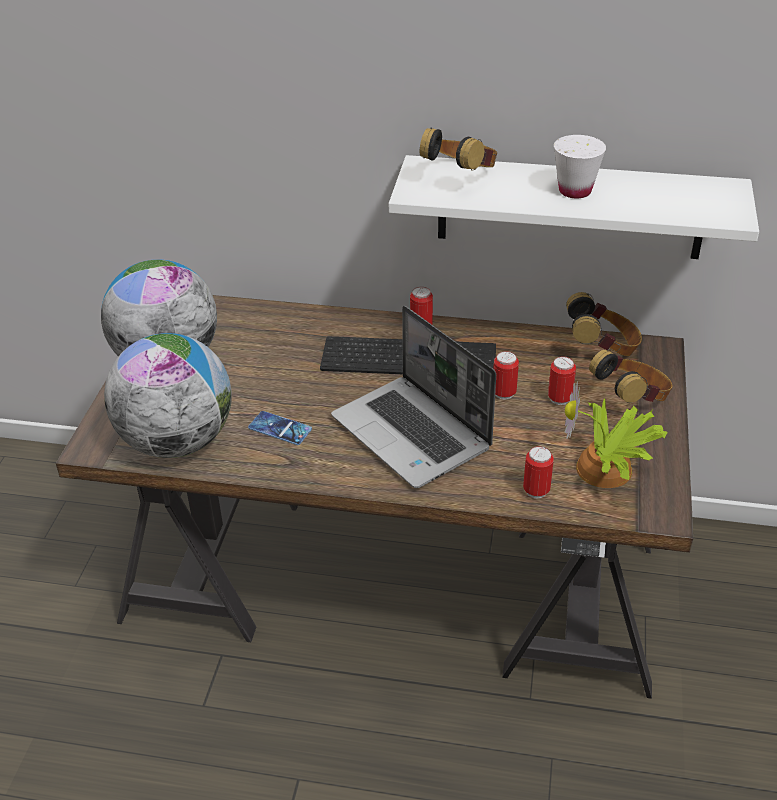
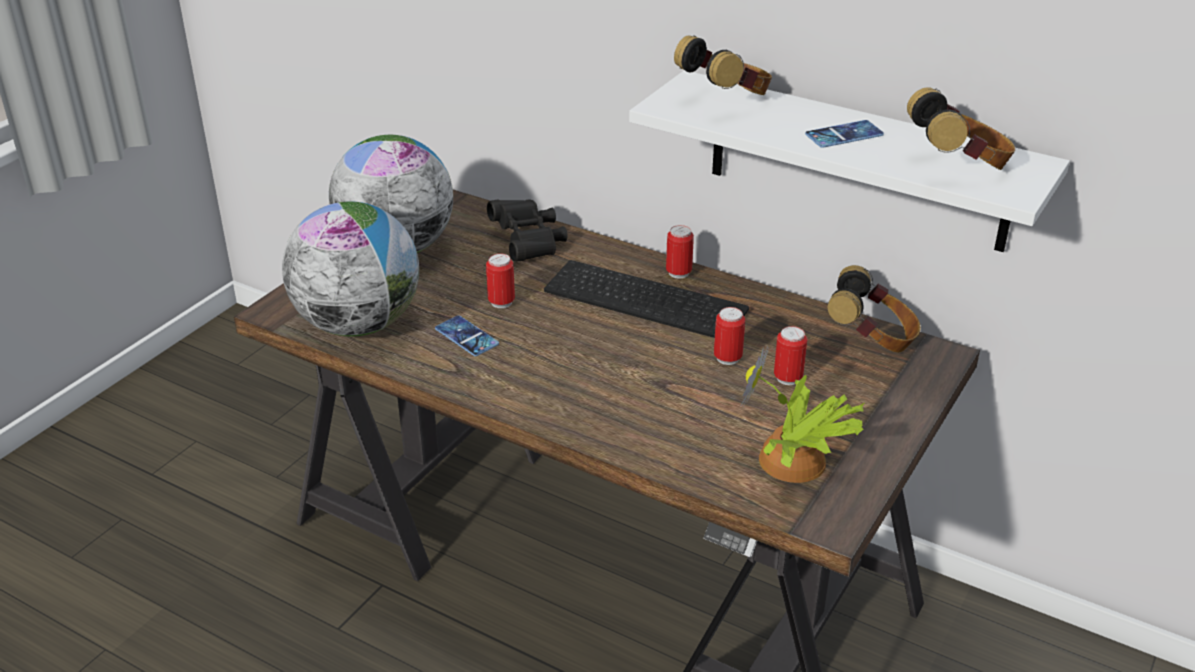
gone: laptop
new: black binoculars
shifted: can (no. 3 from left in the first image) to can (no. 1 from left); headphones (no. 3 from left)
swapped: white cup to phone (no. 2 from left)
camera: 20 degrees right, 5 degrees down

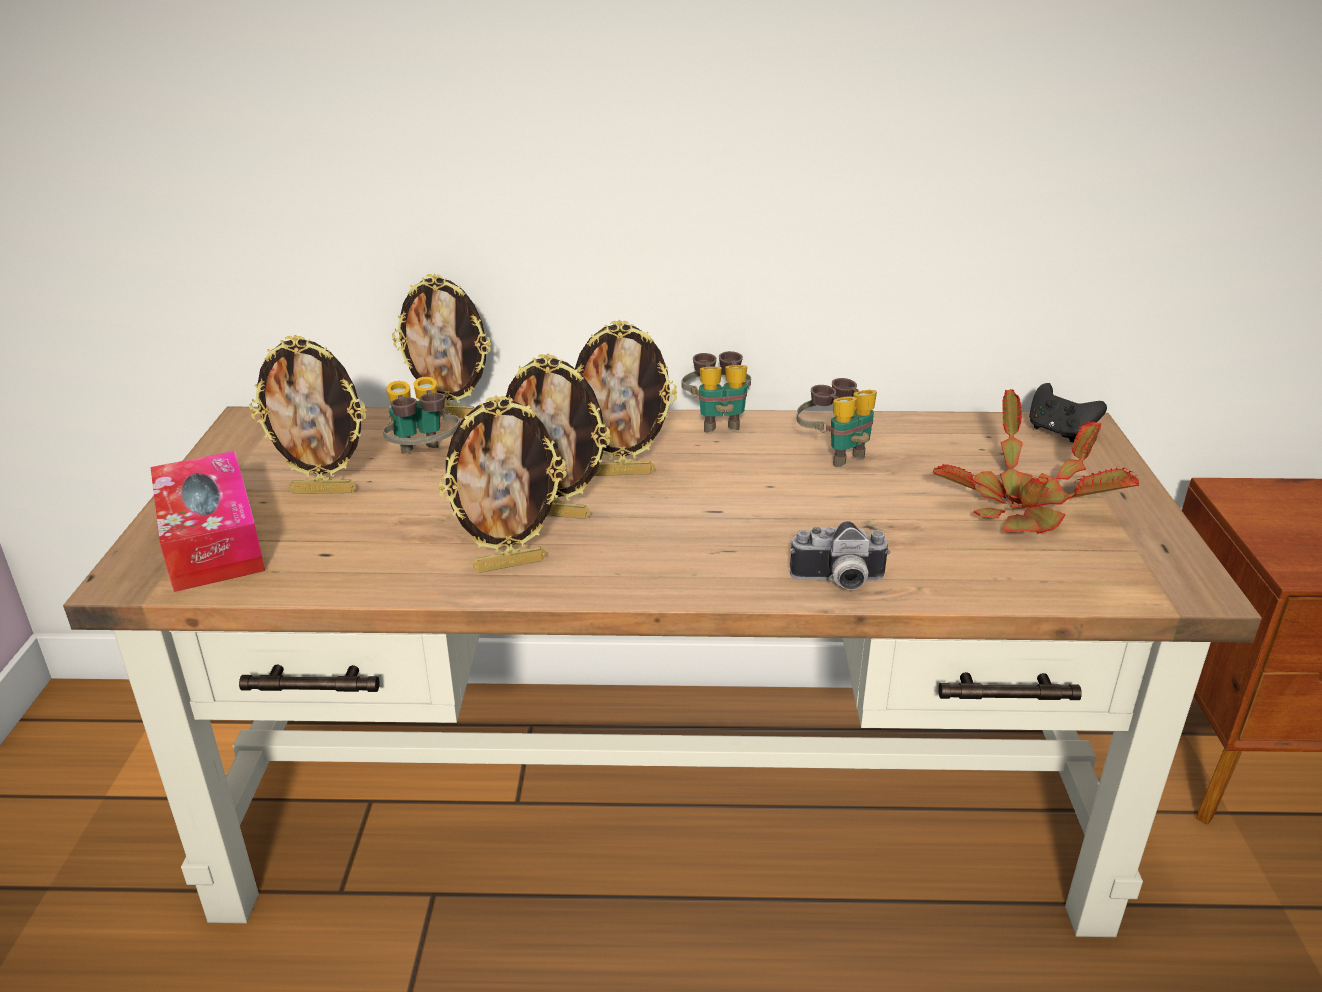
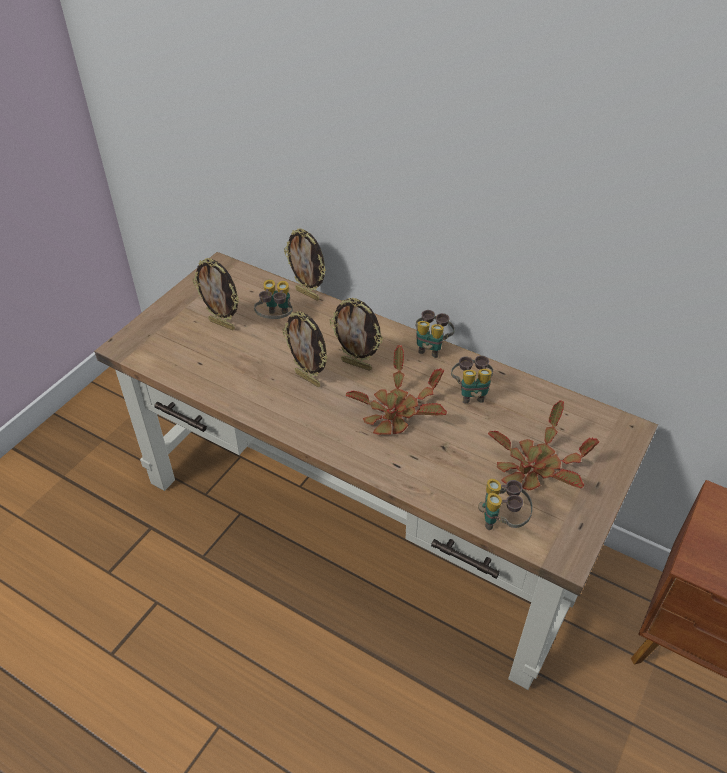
gone: tissue box; picture frame (no. 3 from left); photo camera; black game controller
new: potted plant (no. 1 from left); binoculars (no. 4 from left)
camera: 30 degrees right, 15 degrees up

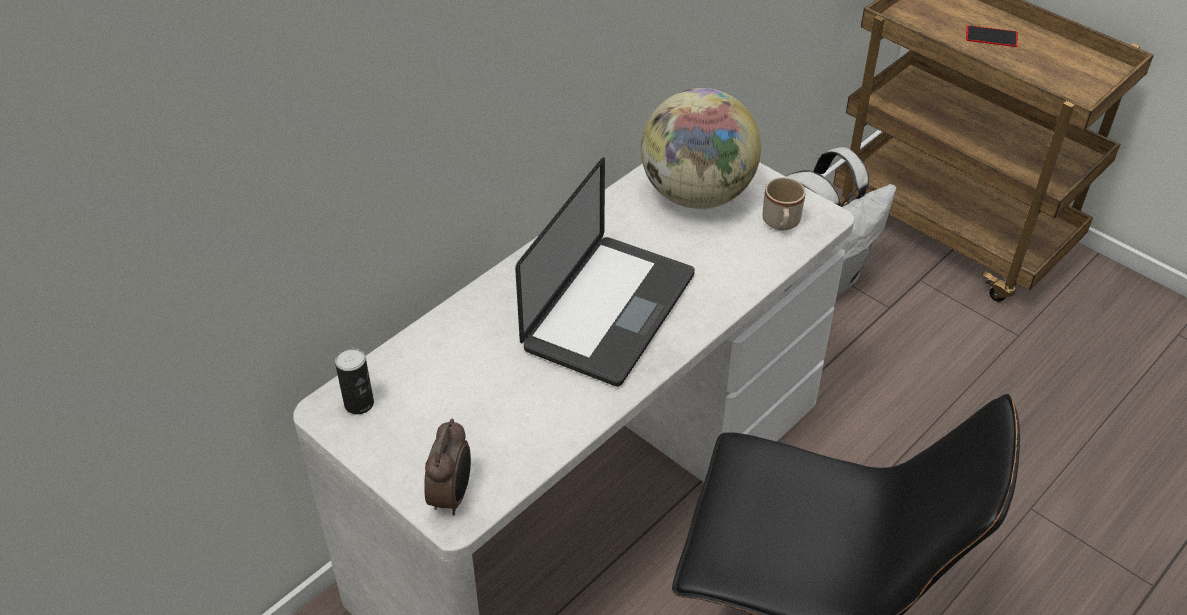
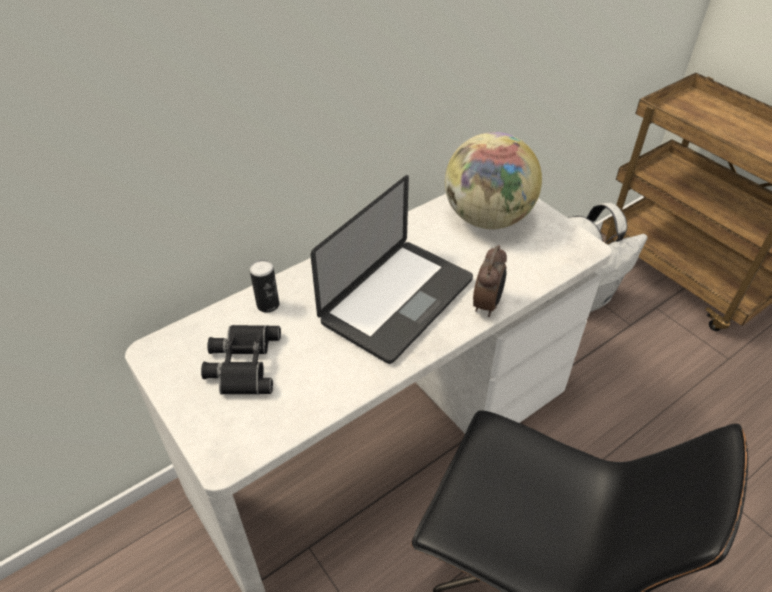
gone: beige mug; phone
new: black binoculars
shifted: can; alarm clock
camera: 10 degrees right, 0 degrees up

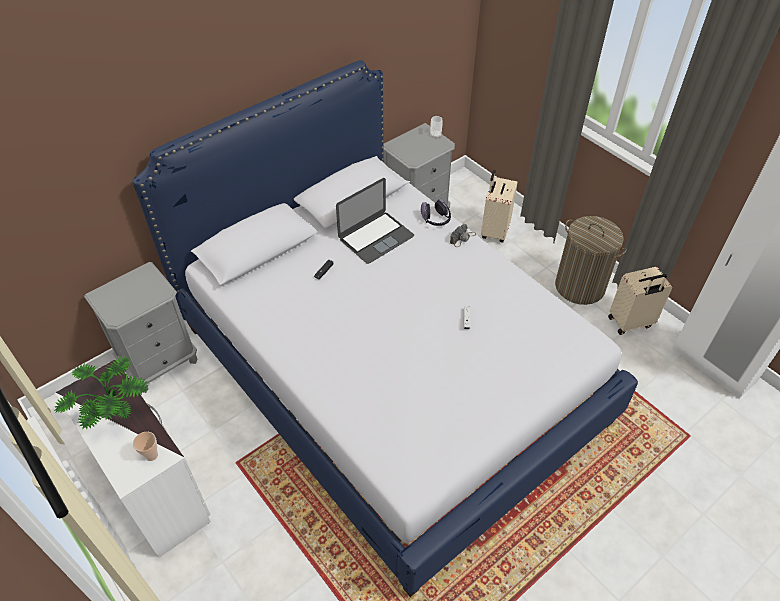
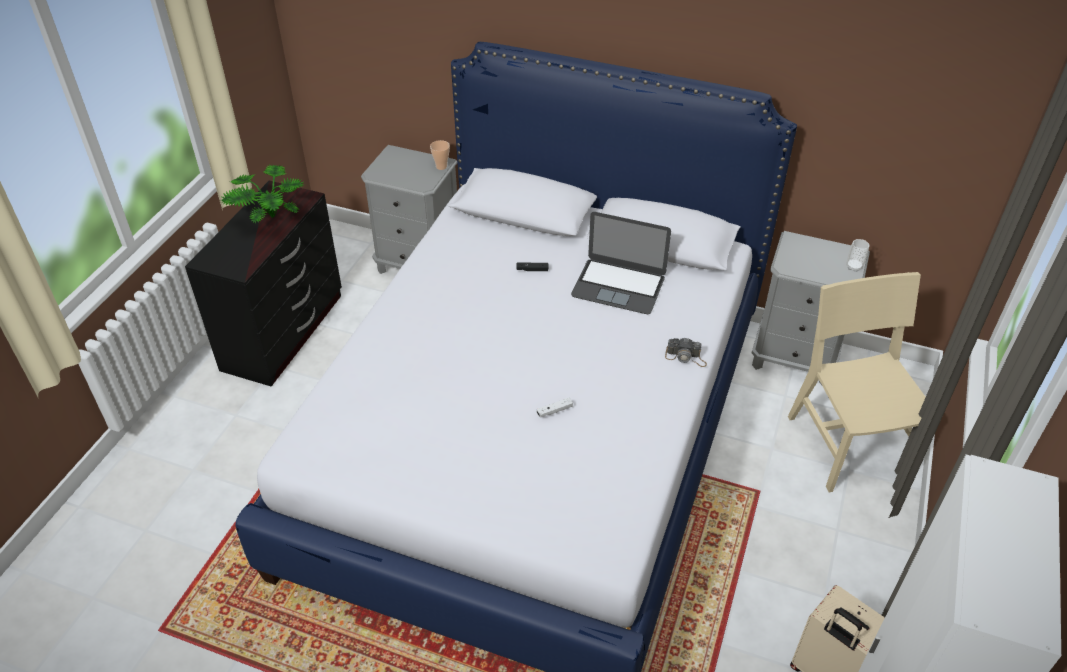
gone: headphones; laundry basket
shifted: cup (no. 1 from left)
swapped: beige suitcase (no. 1 from left) to beige chair
repainted: white dresser to black dresser
camera: 60 degrees right, 5 degrees down

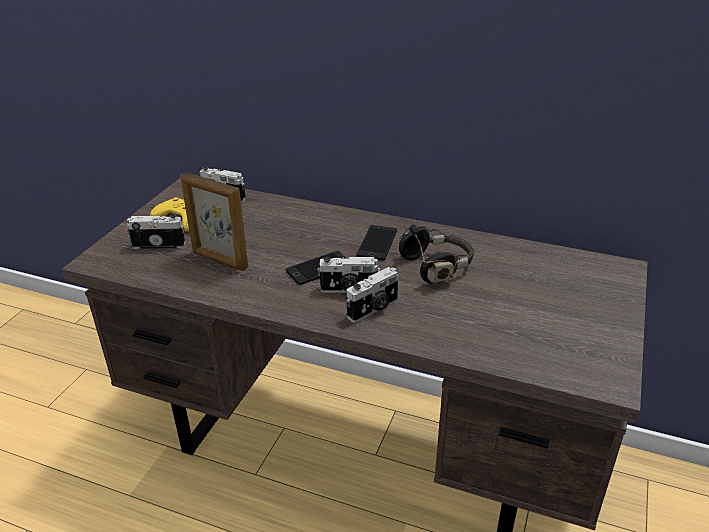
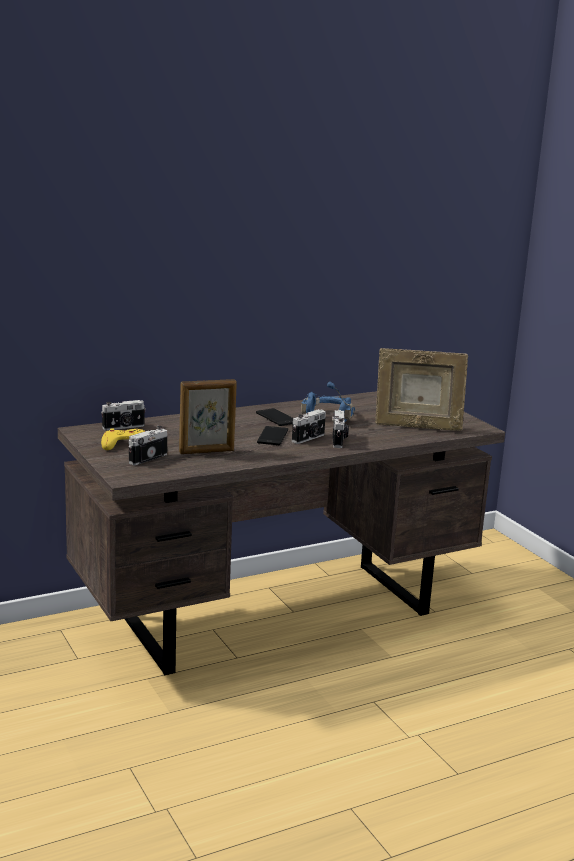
new: picture frame (no. 2 from left)
repainted: black headphones to blue headphones
camera: 50 degrees left, 15 degrees down

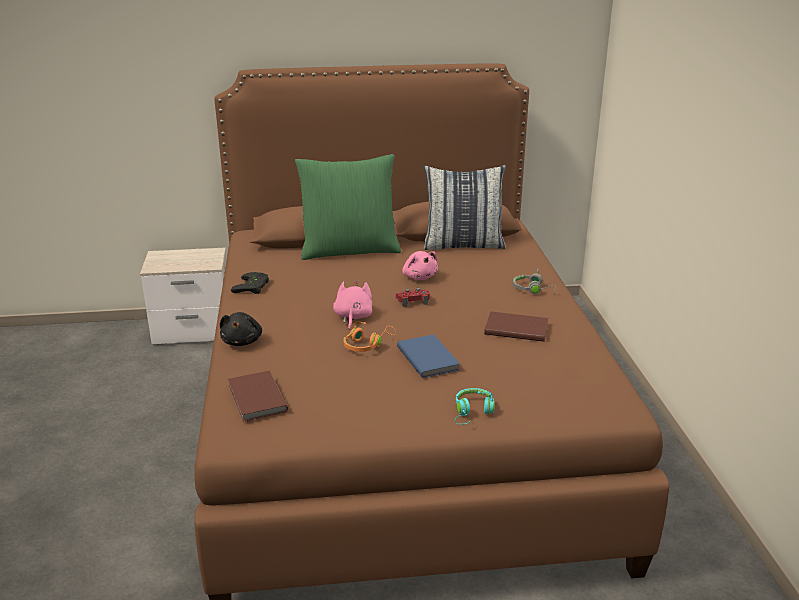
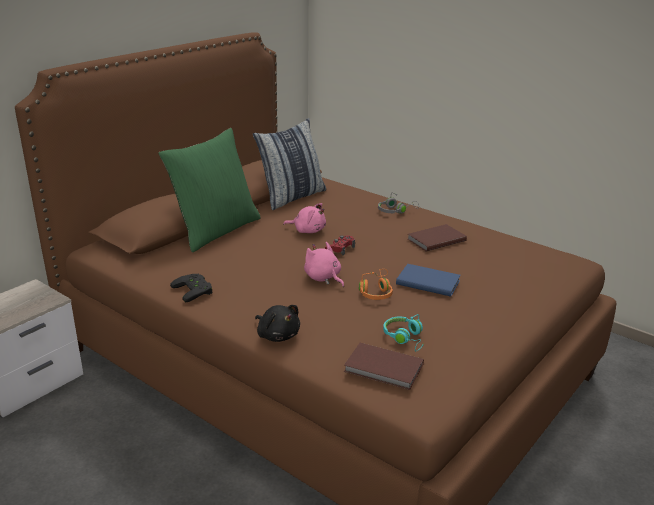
shifted: turquoise headphones
camera: 45 degrees left, 0 degrees up

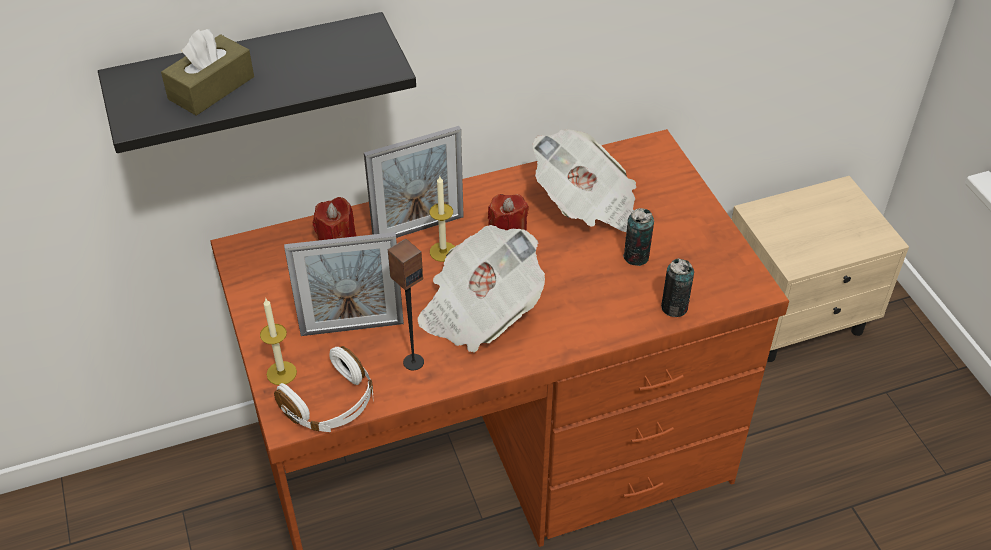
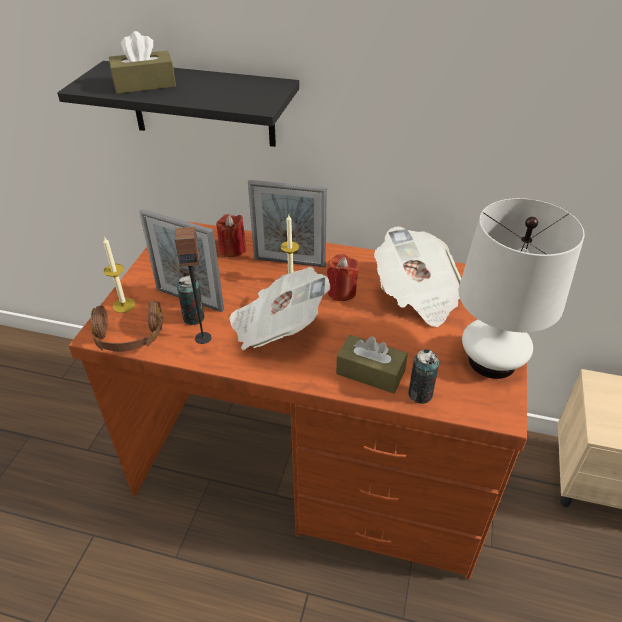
new: brown tissue box (no. 2 from left); white table lamp
shifted: can (no. 1 from left)
repainted: white headphones to brown headphones
camera: 35 degrees right, 5 degrees down

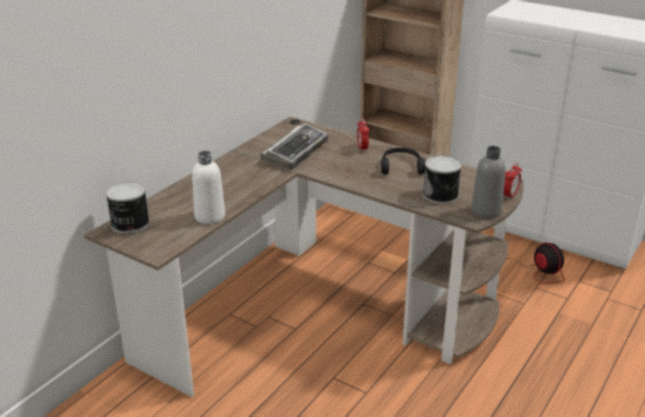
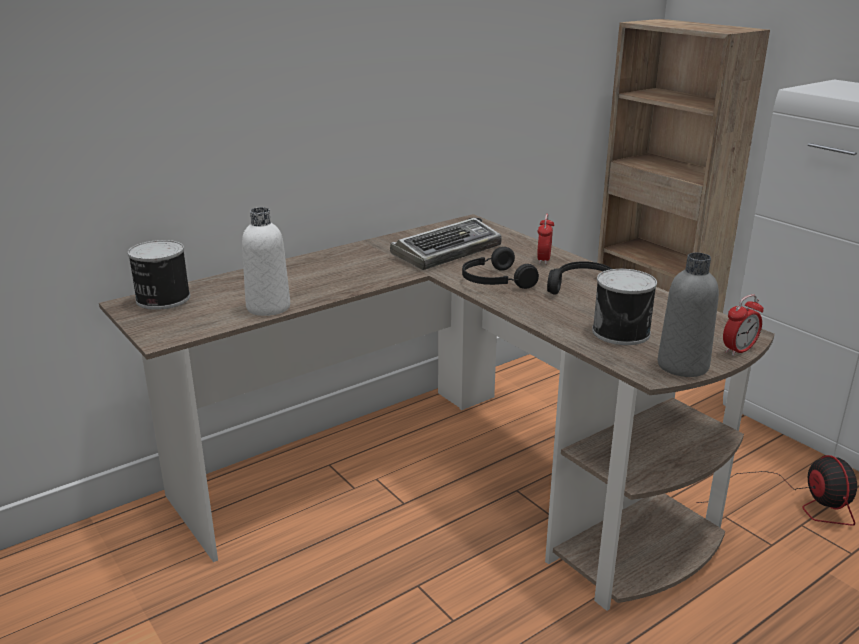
new: black headphones (no. 1 from left)
camera: 20 degrees right, 5 degrees down

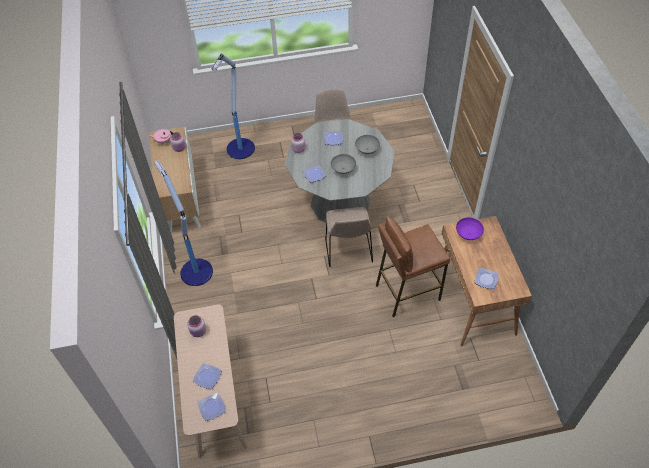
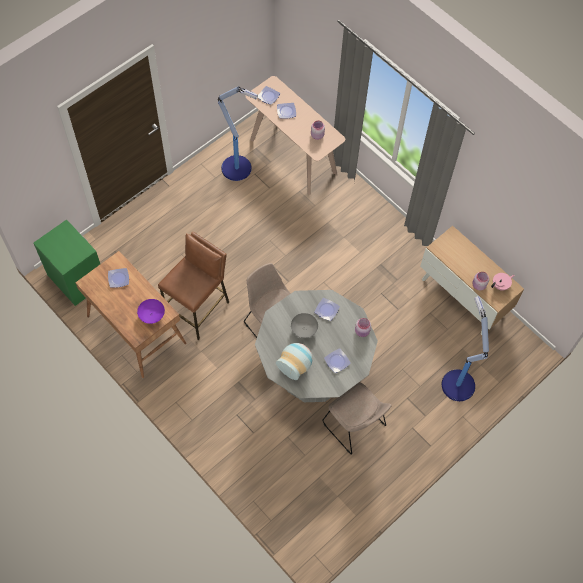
new: green nightstand
shifted: floor lamp (no. 1 from left)
swapped: grey bowl (no. 2 from left) to vase
camera: 145 degrees right, 10 degrees up

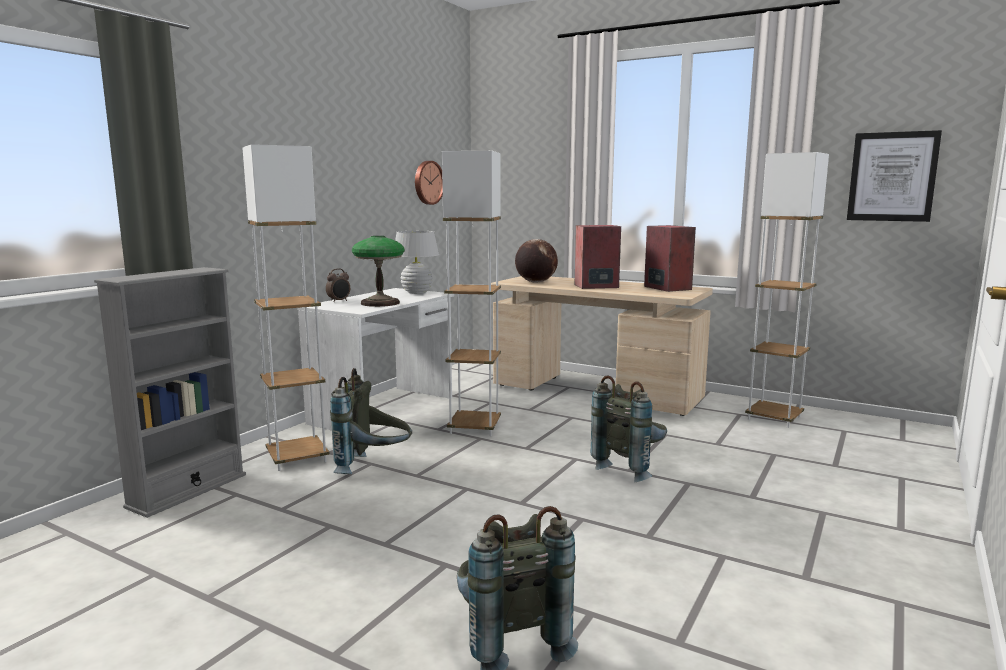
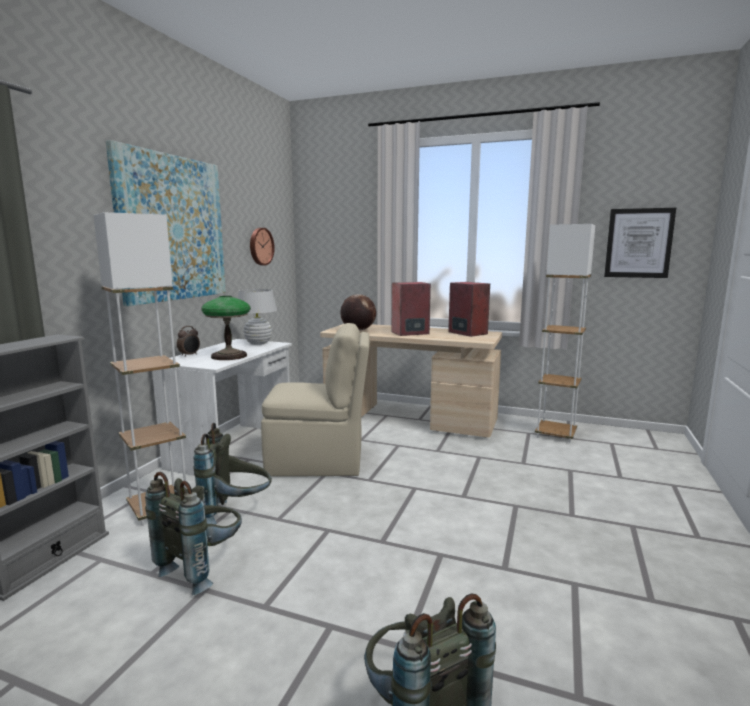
new: picture (no. 1 from left)
shifted: grey backpack (no. 3 from left in the first image) to grey backpack (no. 1 from left)
swapped: white floor lamp (no. 2 from left) to beige chair
camera: 10 degrees left, 0 degrees up

